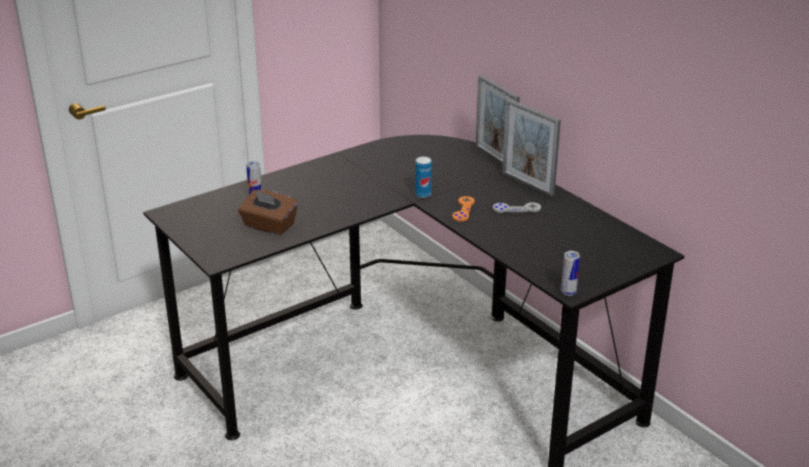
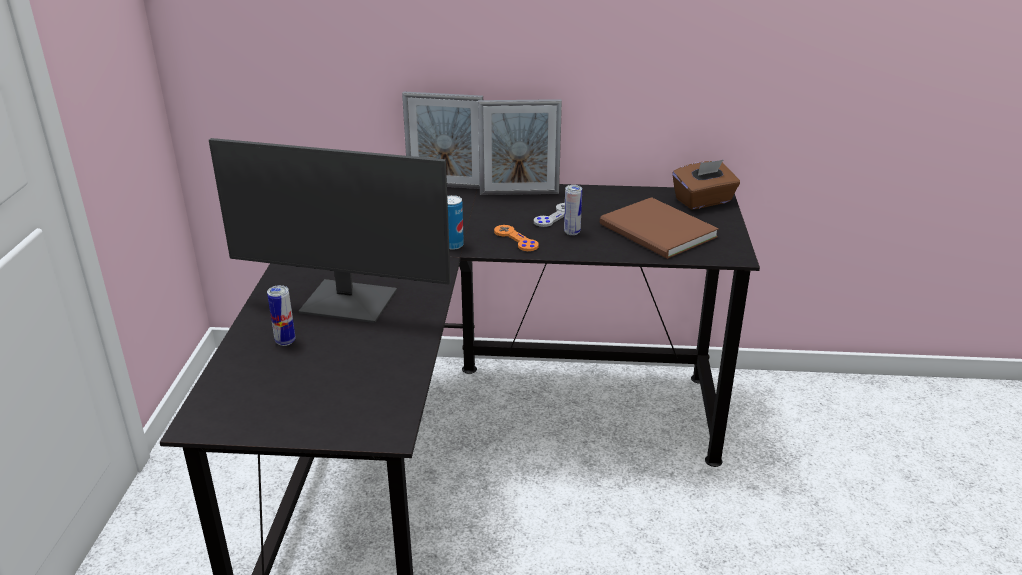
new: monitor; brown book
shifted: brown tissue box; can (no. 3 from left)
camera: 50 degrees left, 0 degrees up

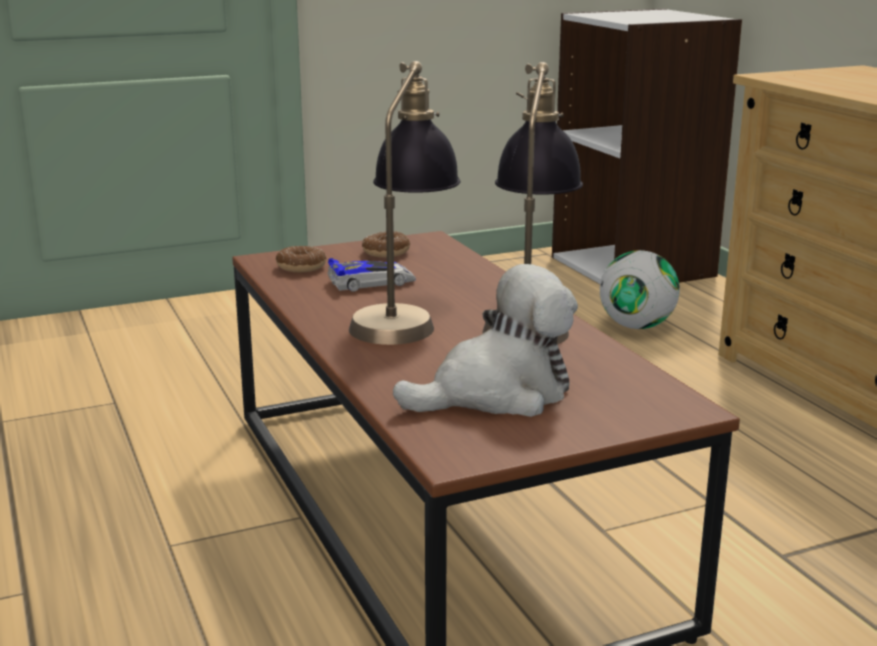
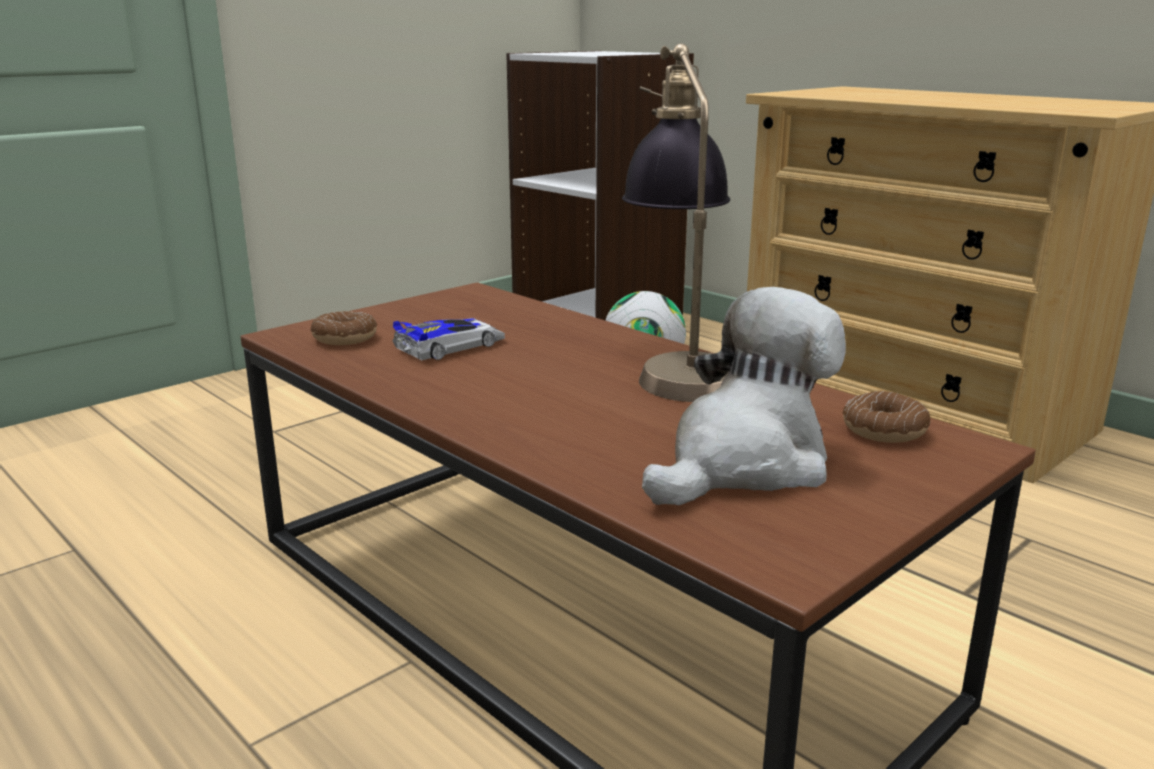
gone: table lamp (no. 1 from left)
shifted: donut (no. 2 from left)
camera: 20 degrees left, 0 degrees up

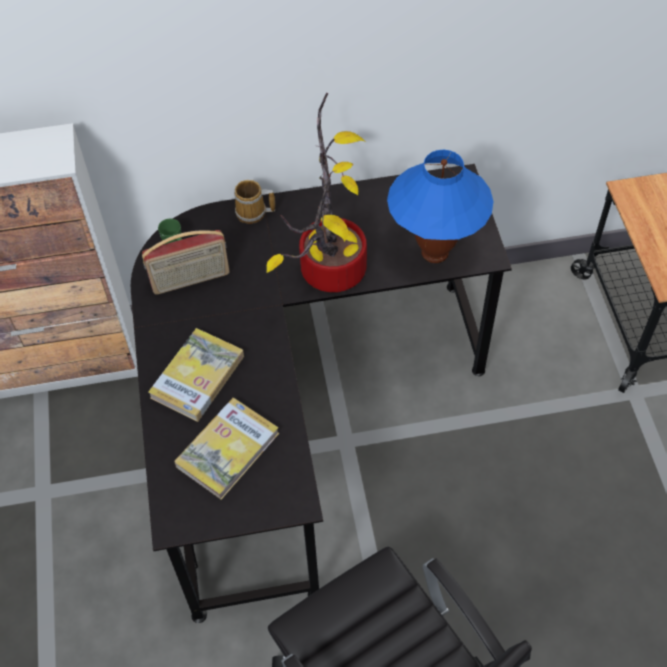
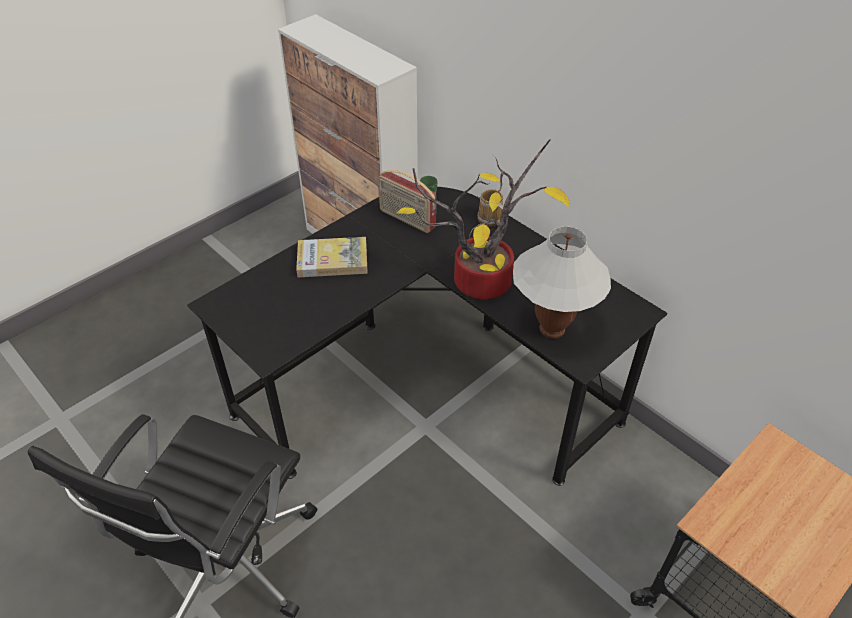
gone: book (no. 2 from left)
repainted: blue table lamp to white table lamp
camera: 55 degrees right, 10 degrees down

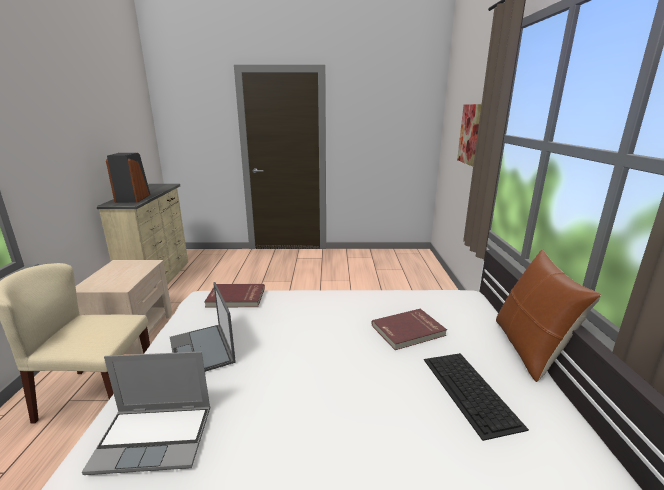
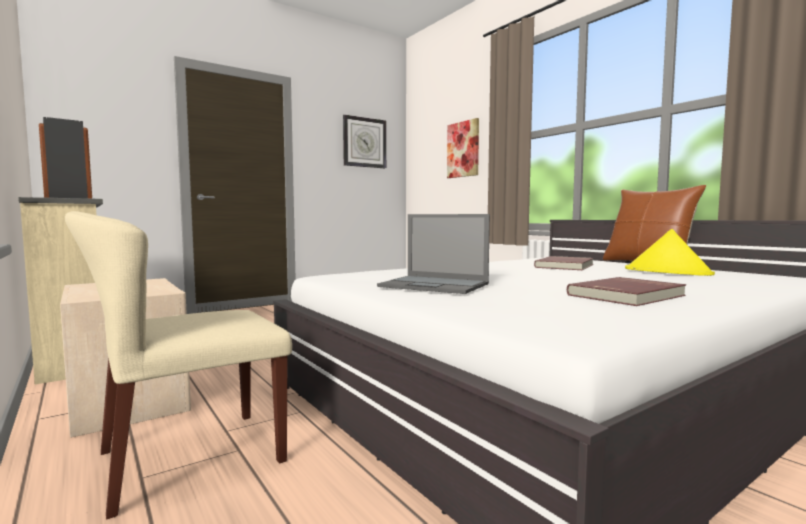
gone: laptop (no. 1 from left)
new: wall clock
shifted: red book (no. 1 from left in the first image) to red book (no. 2 from left)
swapped: keyboard to yellow hat
camera: 35 degrees left, 15 degrees down

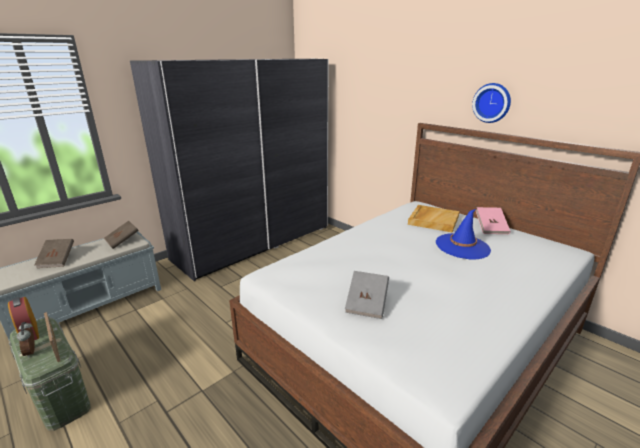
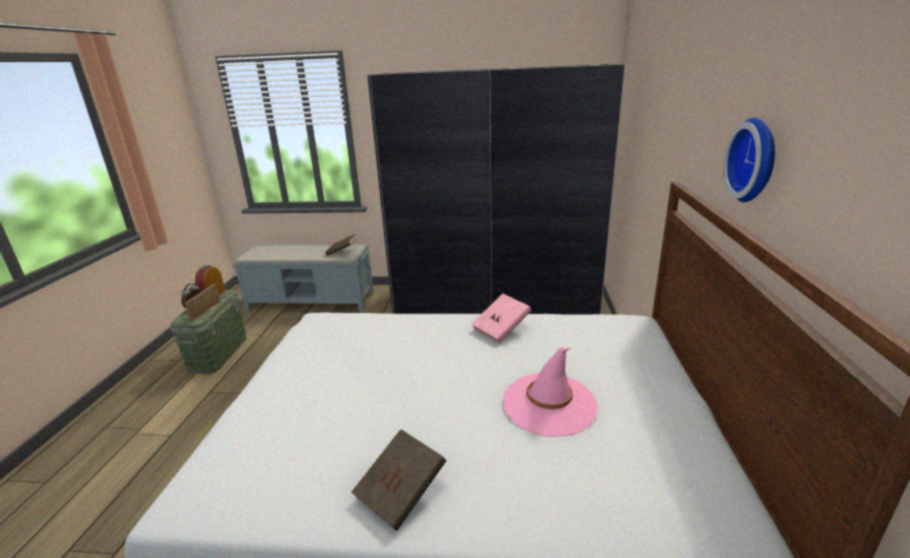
gone: grey book; beige tray
shifted: brown book (no. 1 from left in the first image) to brown book (no. 2 from left); pink book
repainted: blue hat to pink hat
camera: 50 degrees right, 0 degrees up

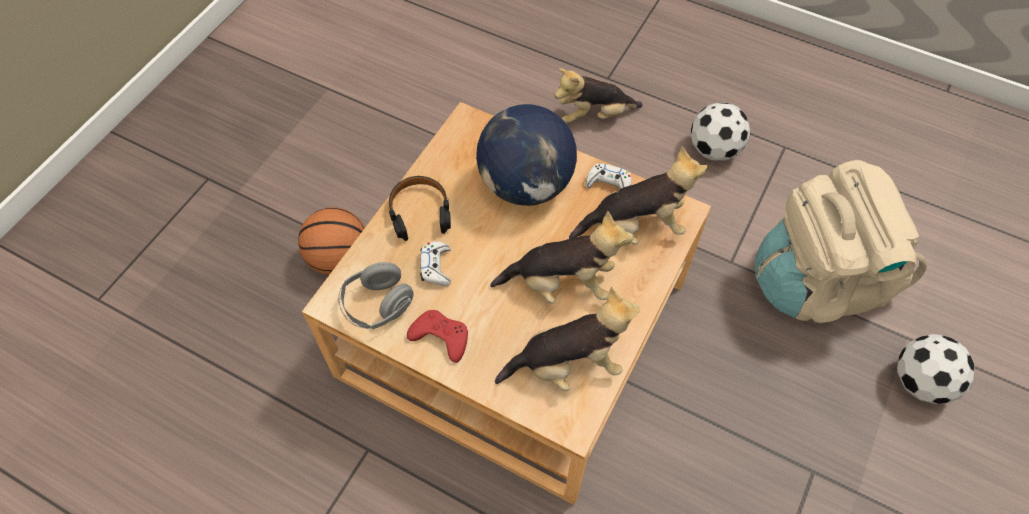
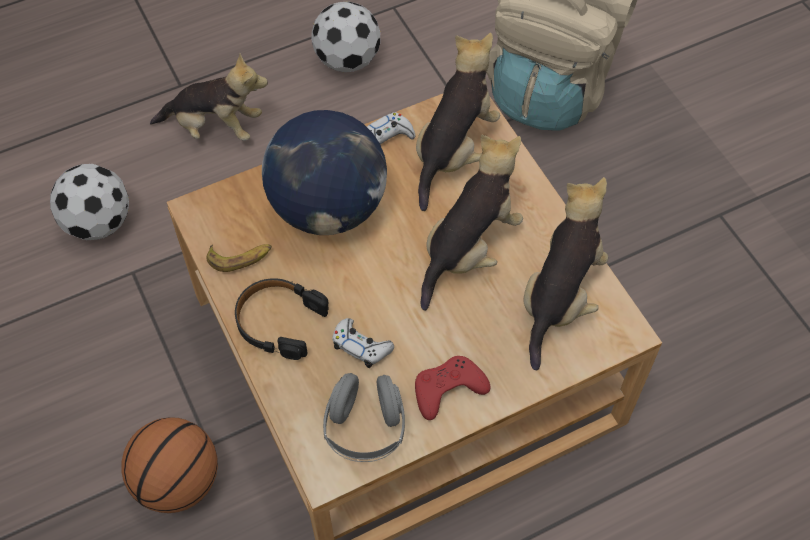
new: banana
shifted: football (no. 2 from left in the first image) to football (no. 1 from left)
rotated: plush toy (no. 3 from left in the first image) 105 degrees counterclockwise
camera: 55 degrees left, 0 degrees up

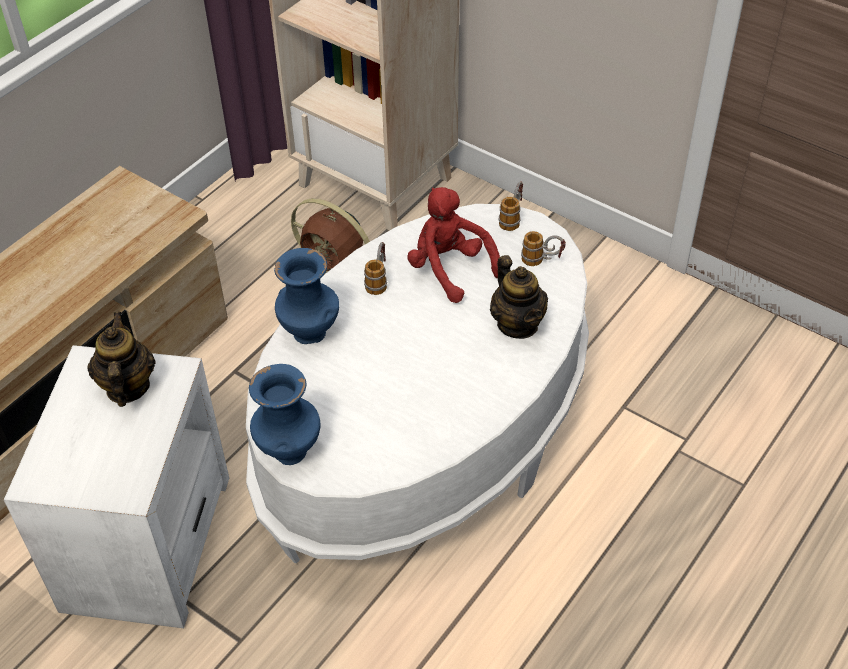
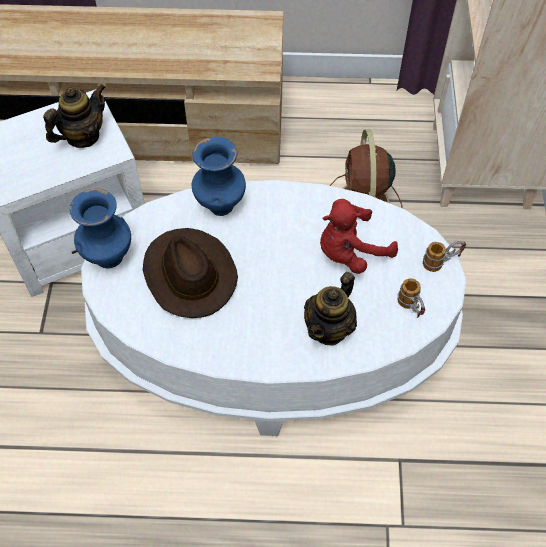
gone: mug (no. 1 from left)
new: brown hat
rotated: red plush toy 135 degrees counterclockwise
camera: 55 degrees right, 10 degrees up

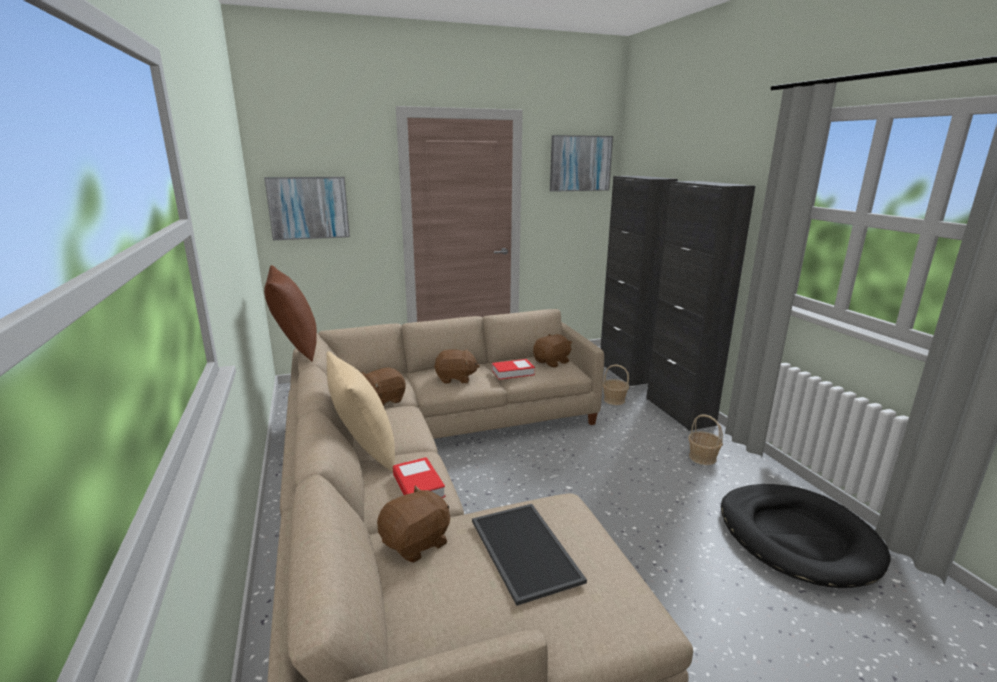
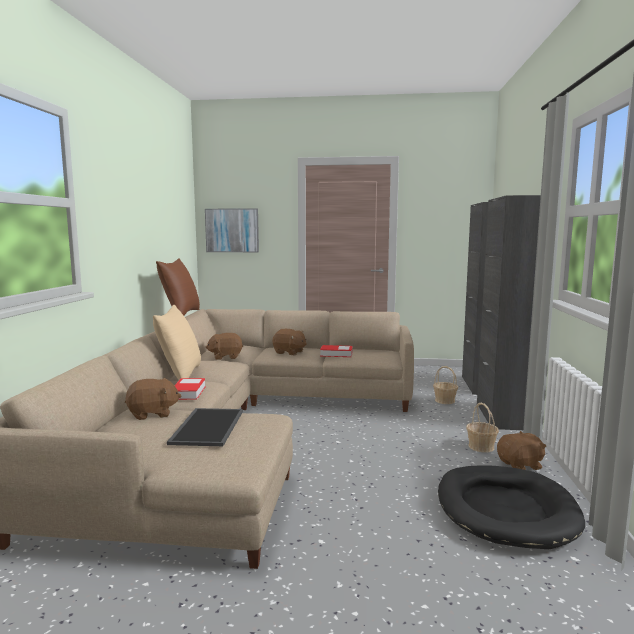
gone: picture (no. 2 from left)
shifted: brown plush toy (no. 4 from left)
camera: 25 degrees right, 10 degrees down

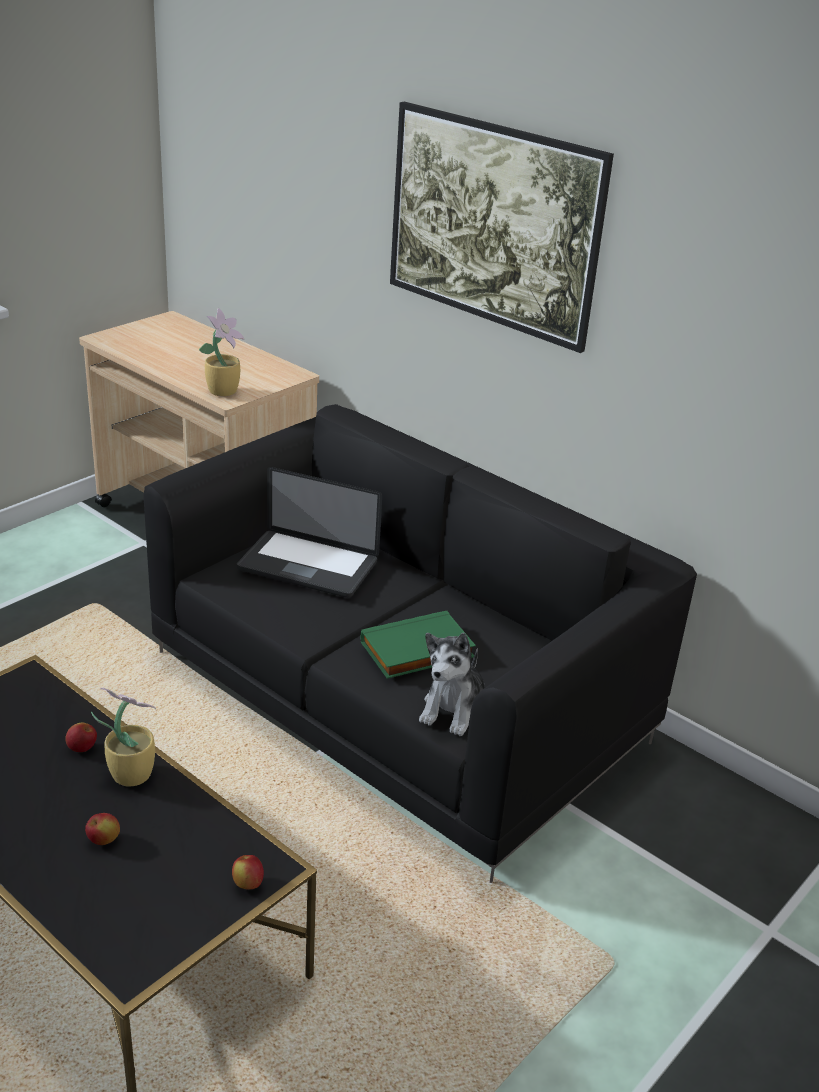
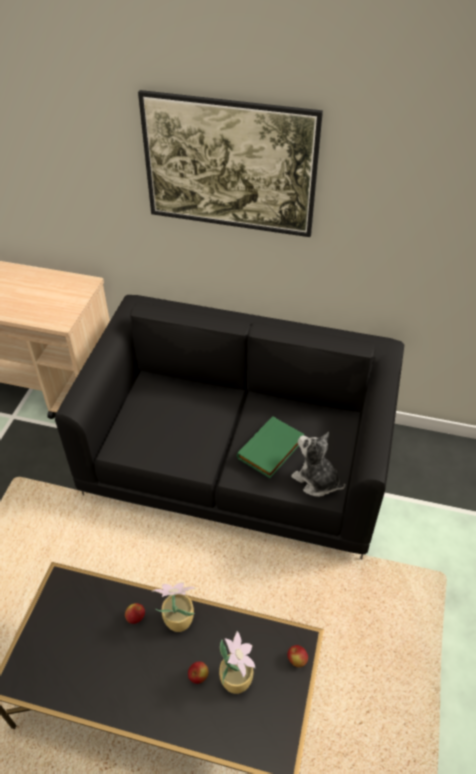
gone: laptop
shifted: potted plant (no. 2 from left)
rotated: plush toy 135 degrees clockwise
camera: 25 degrees left, 15 degrees up

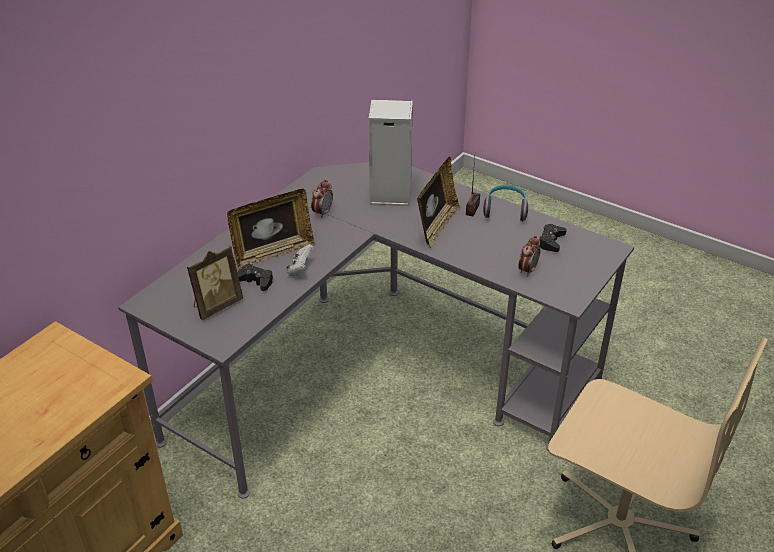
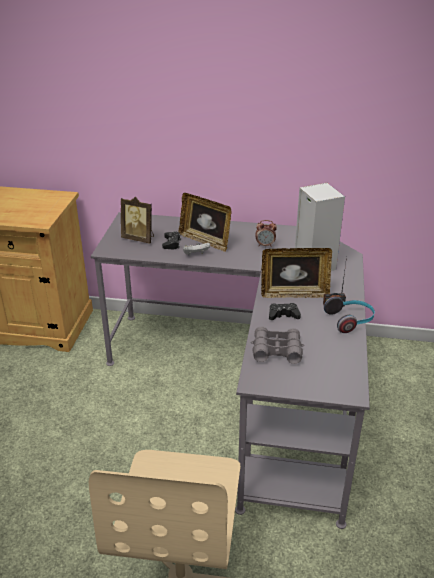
shifted: black game controller (no. 2 from left)
swapped: alarm clock (no. 2 from left) to grey binoculars
camera: 65 degrees right, 5 degrees down

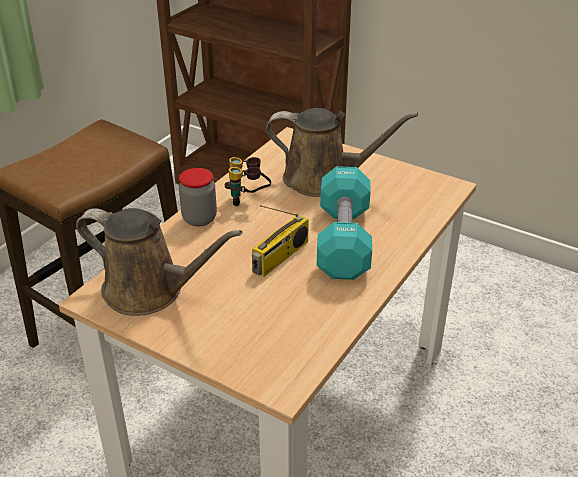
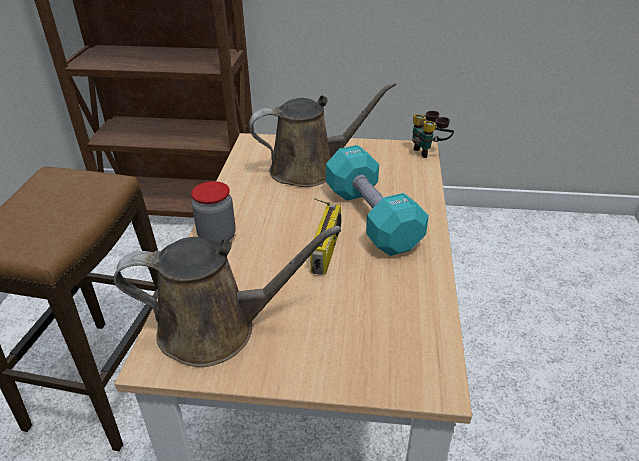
shifted: binoculars
camera: 25 degrees left, 0 degrees up

